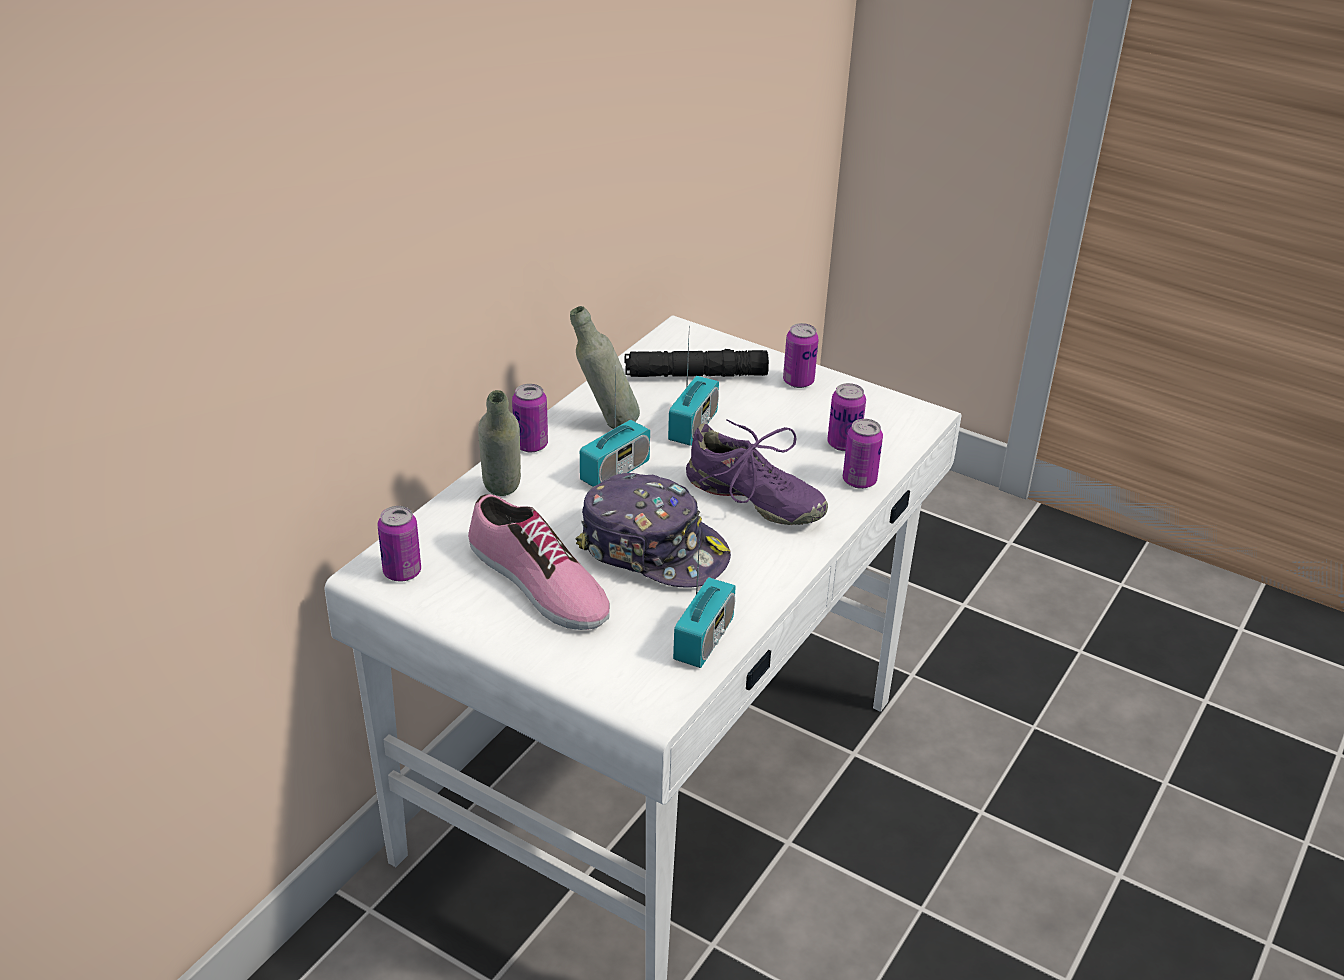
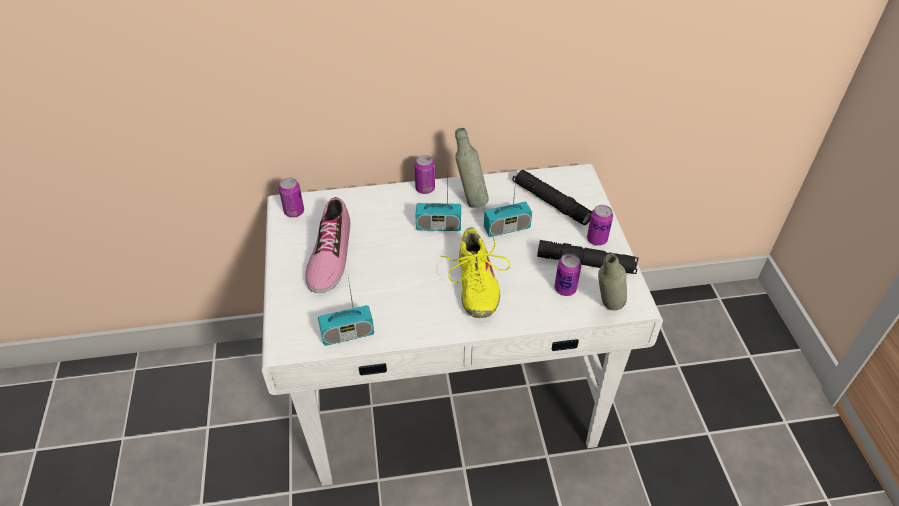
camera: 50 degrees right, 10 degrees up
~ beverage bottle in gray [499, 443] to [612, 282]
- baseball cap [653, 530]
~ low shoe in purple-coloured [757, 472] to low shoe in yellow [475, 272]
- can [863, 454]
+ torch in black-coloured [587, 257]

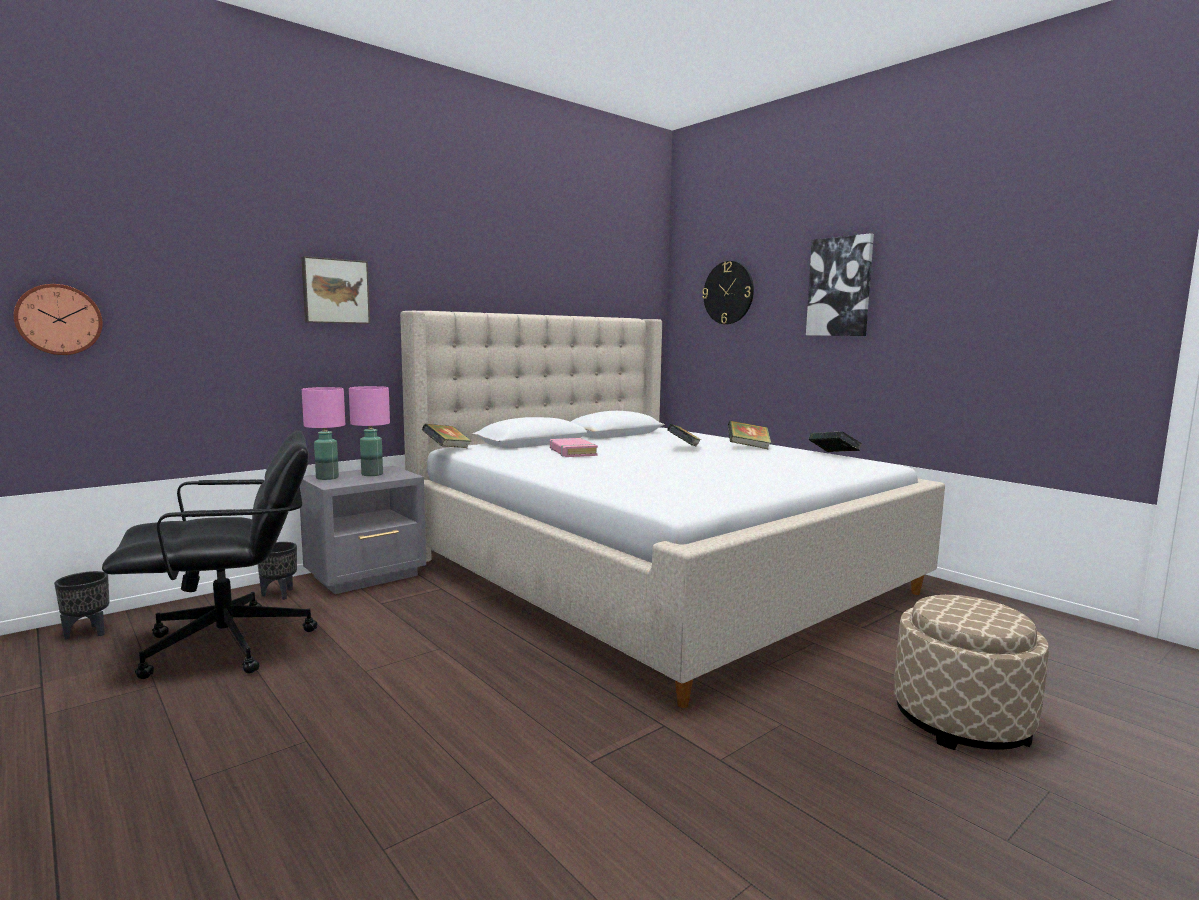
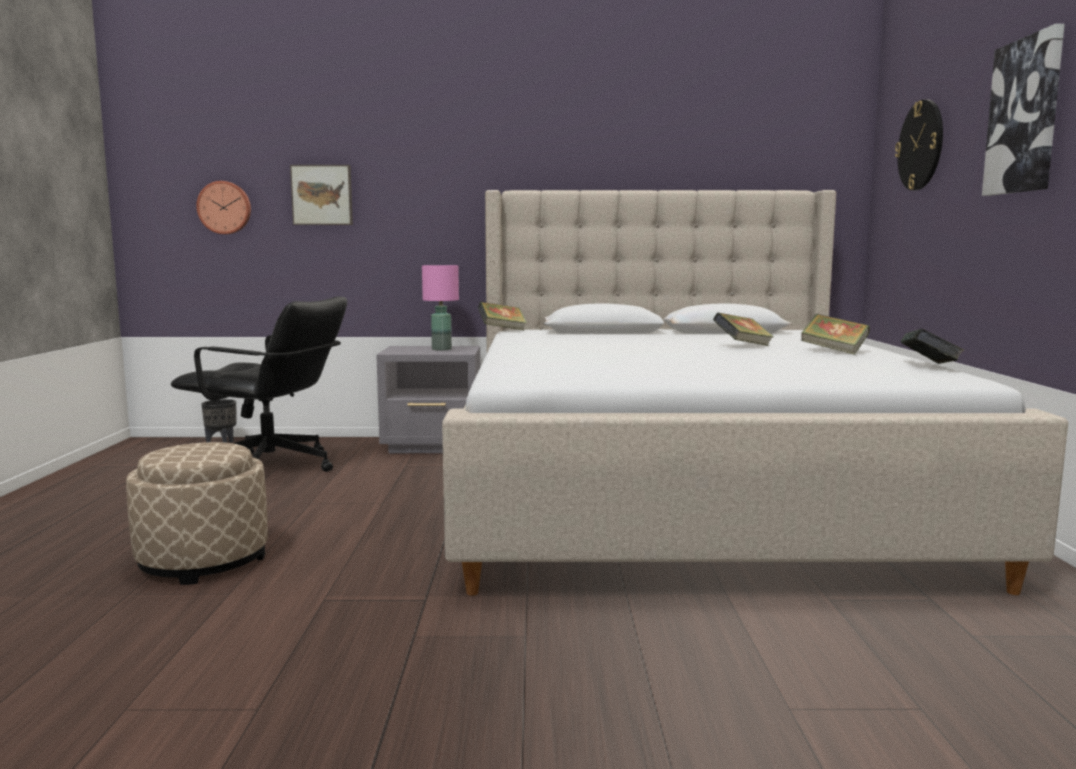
camera: 40 degrees right, 0 degrees up
- plant pot in black-coloured [277, 571]
~ wall picture [335, 290] to [321, 195]
- tabletop lamp in pink [323, 433]
- volume in pink [574, 447]
~ ottoman in beige [971, 672] to [197, 513]

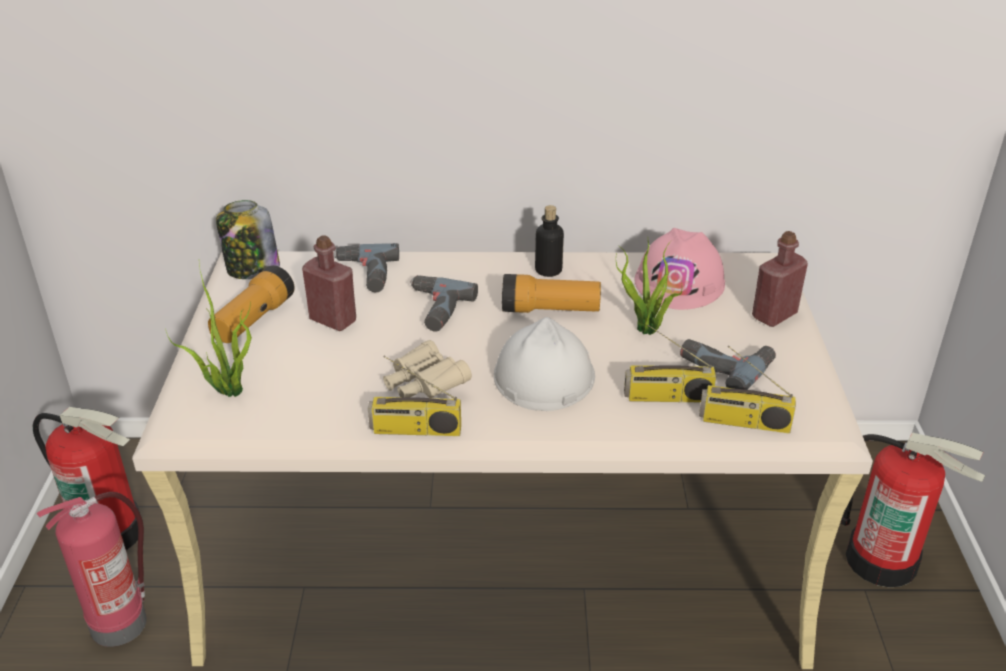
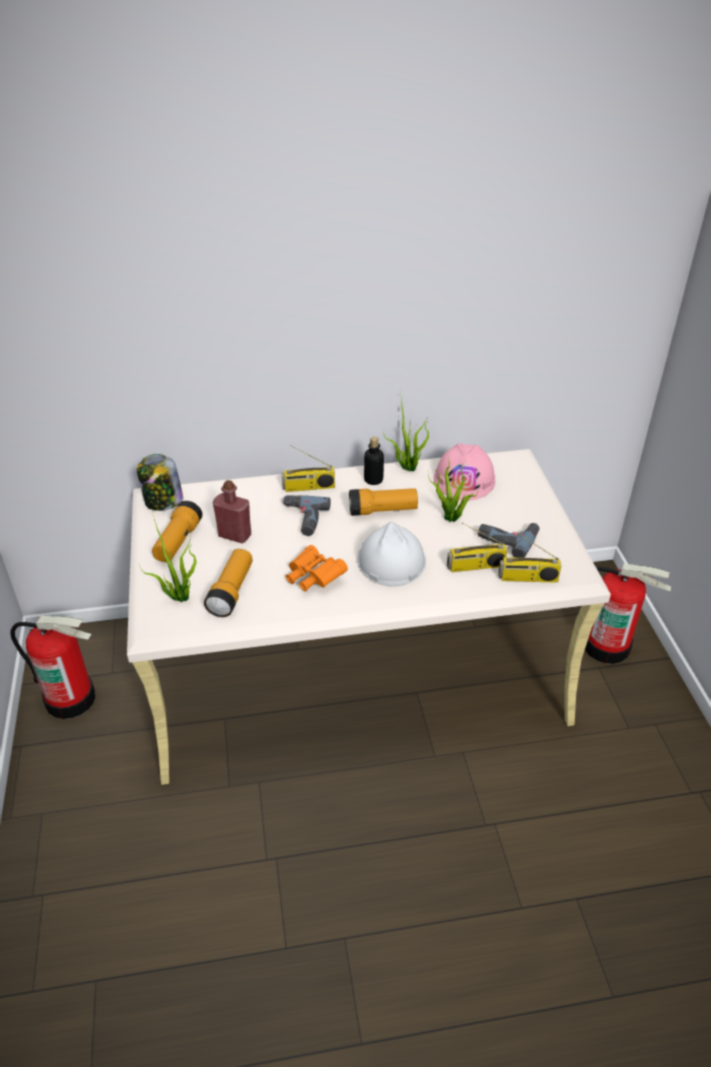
camera: 10 degrees left, 5 degrees up
- extinguisher [92, 569]
- power drill [366, 267]
~ radio receiver [414, 396] to [308, 468]
~ binoculars in beige [427, 369] to binoculars in orange [317, 568]
- beverage bottle in red [780, 279]
+ torch [228, 583]
+ potted plant [406, 435]

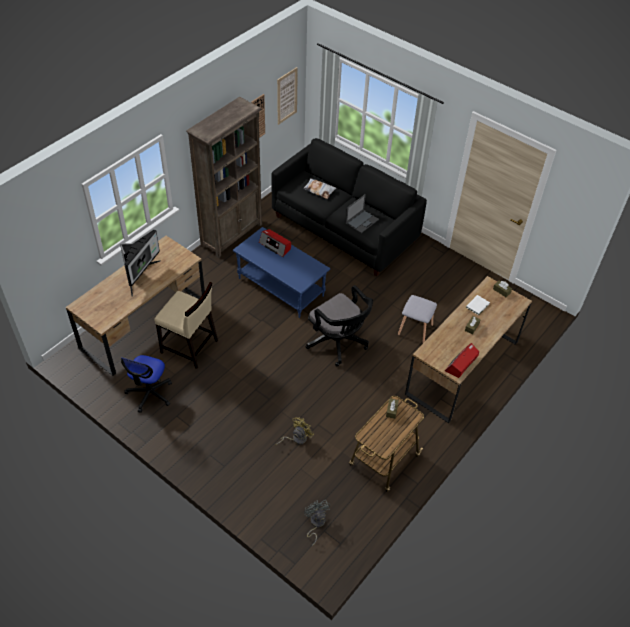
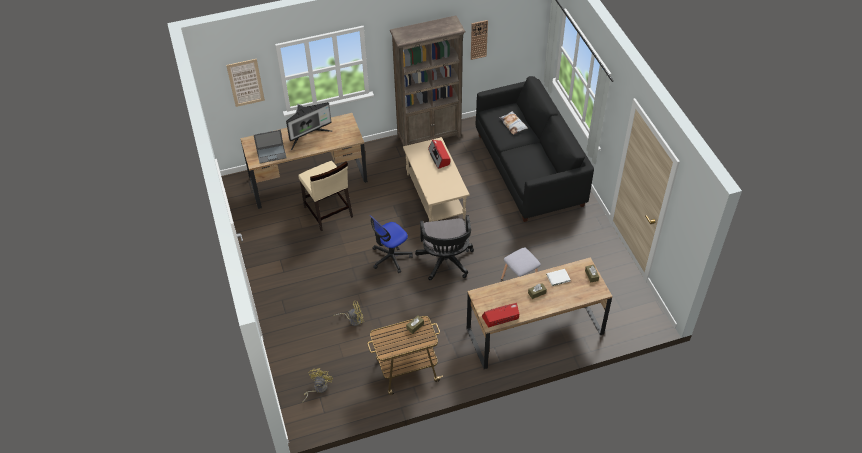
camera: 35 degrees right, 0 degrees up
~ computer chair [146, 384] to [391, 244]
~ lounge table in bluish [281, 272] to lounge table in beige [436, 179]
~ wall picture [287, 96] to [245, 83]
~ cooling fan in gray [317, 523] to cooling fan in yellow [317, 385]
~ notebook computer [362, 213] to [270, 146]

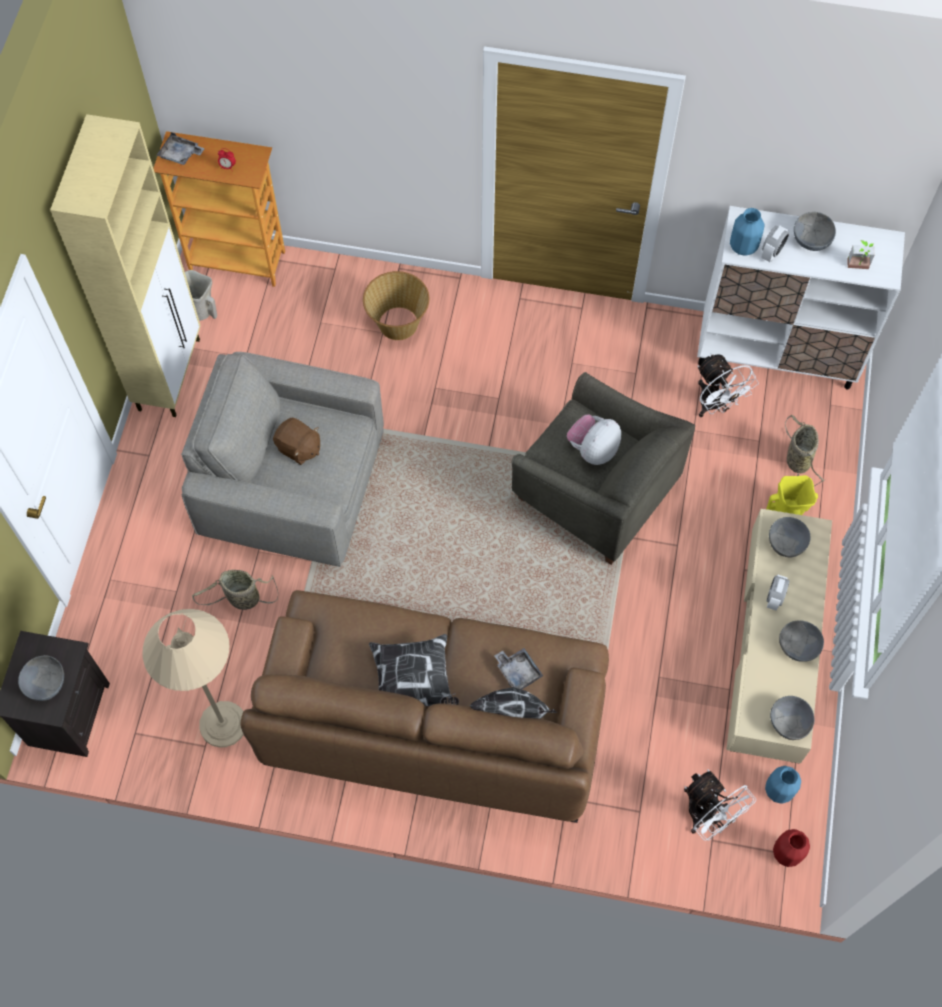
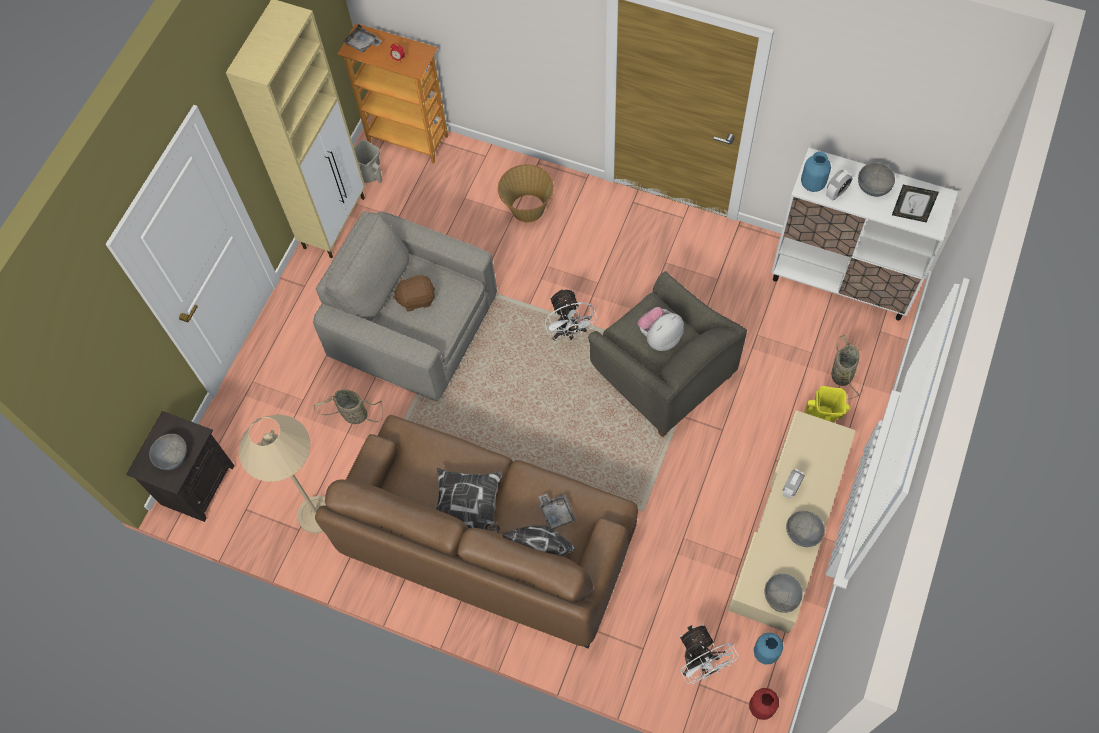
camera: 15 degrees right, 0 degrees up
~ cuddly toy in brownish [296, 441] = [414, 293] 120 degrees clockwise
~ cooling fan in whitish [728, 385] to [571, 314]
- deep dish in gray [790, 537]
~ potted plant [861, 254] to picture frame [915, 203]

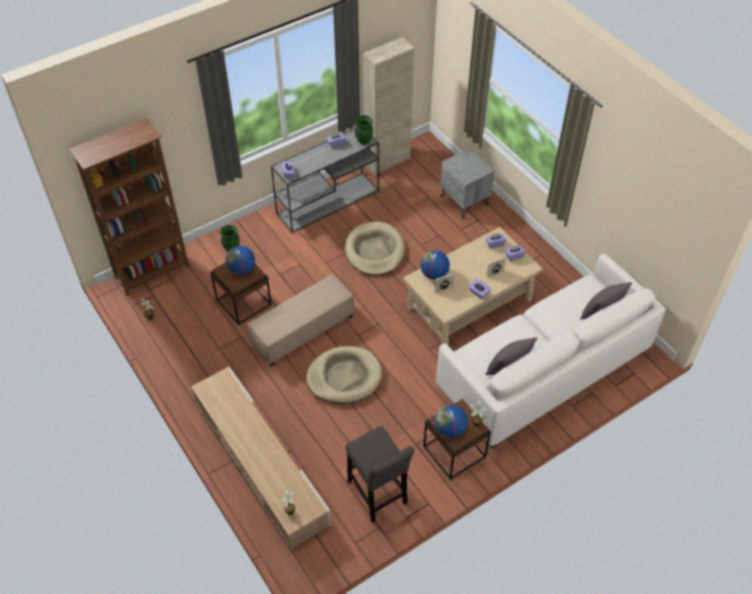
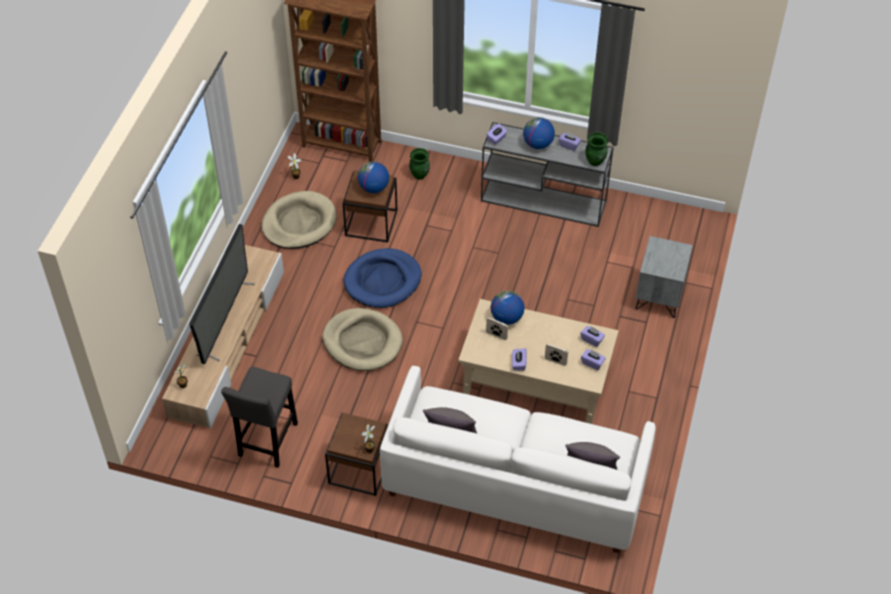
camera: 50 degrees right, 0 degrees up
~ ottoman in beige [300, 320] to pet bed in bluish [382, 278]
~ pet bed in beige [375, 248] to [299, 220]
- cupboard in beige [388, 106]
~ globe [451, 421] to [539, 133]
+ TV [222, 294]

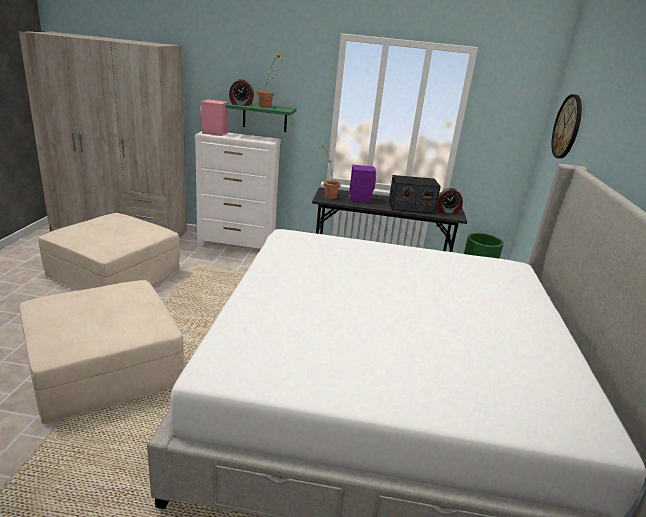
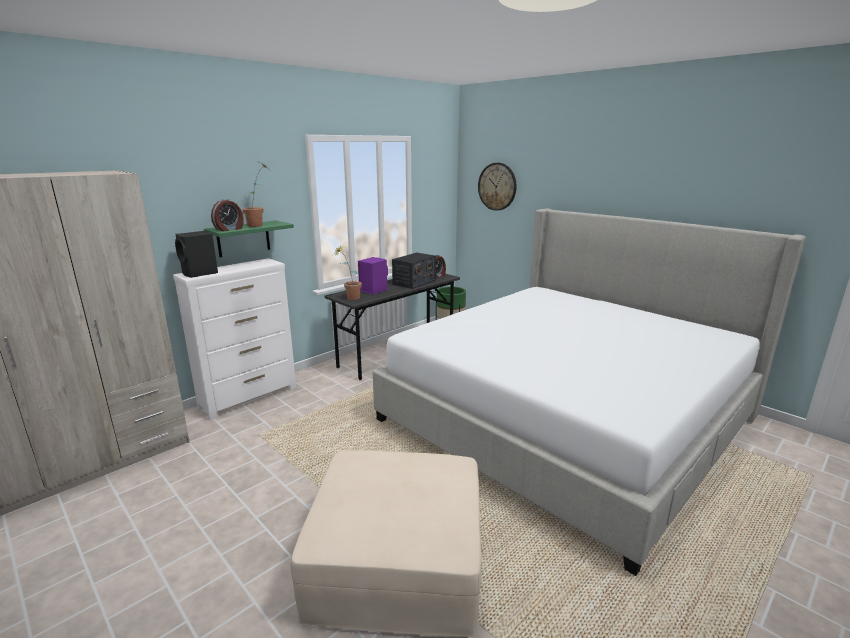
camera: 50 degrees left, 5 degrees down
- ottoman in beige [109, 252]
~ loudspeaker in pink [214, 117] to loudspeaker in black-coloured [196, 254]

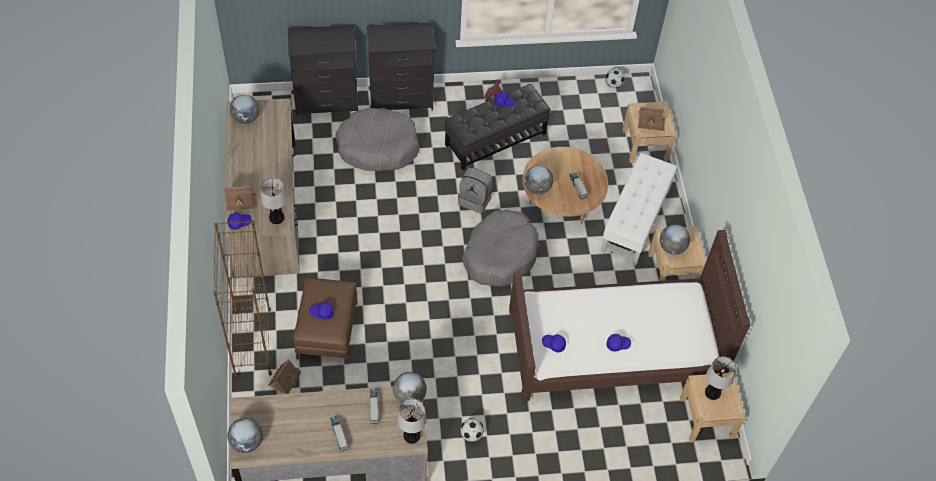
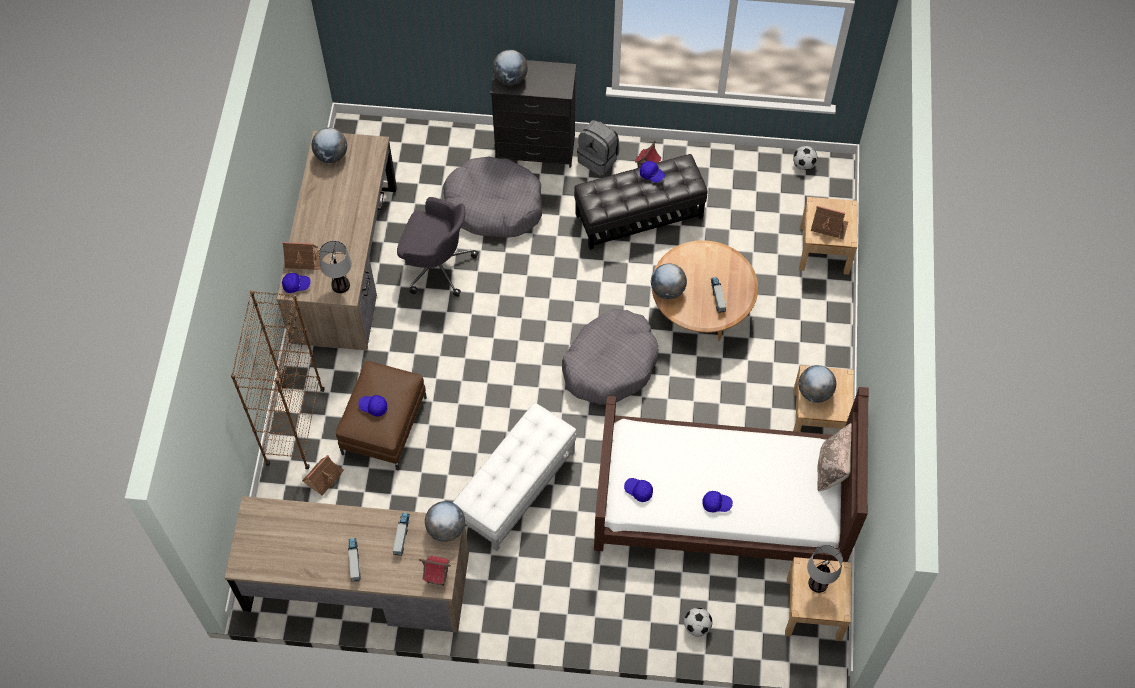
camera: 15 degrees right, 5 degrees up
~ globe [245, 435] to [510, 67]
- dresser in black-coloured [323, 71]
~ tabletop lamp [412, 421] to toy house [435, 571]
~ backpack in gray [475, 191] to [598, 148]
~ football [472, 430] to [698, 622]
~ ottoman in whitish [638, 209] to [514, 477]
+ computer chair in gray [437, 247]
+ throw pillow in beige [834, 457]

